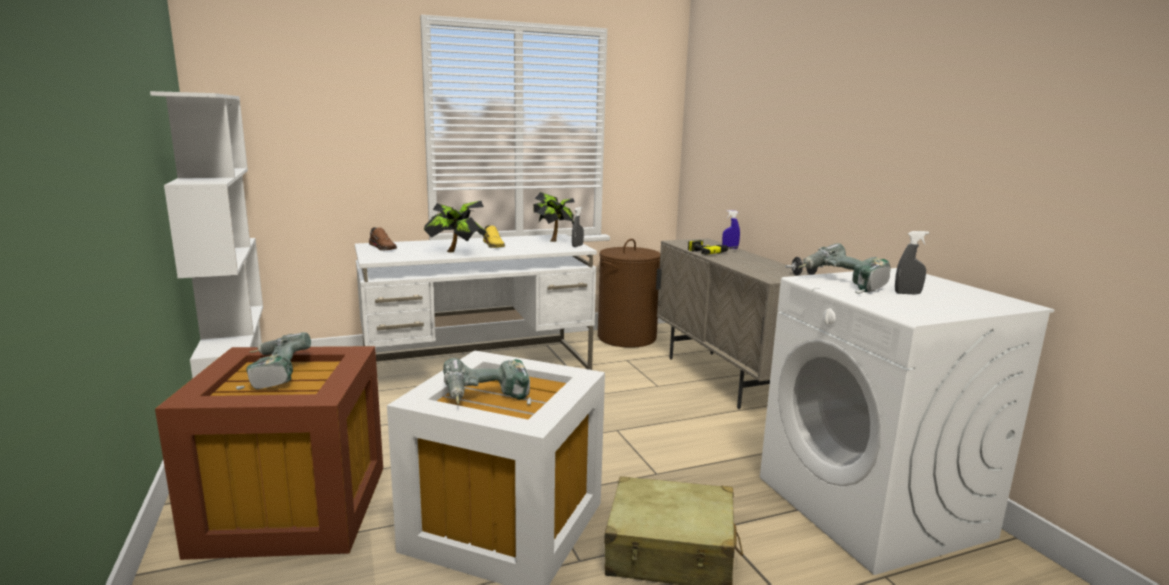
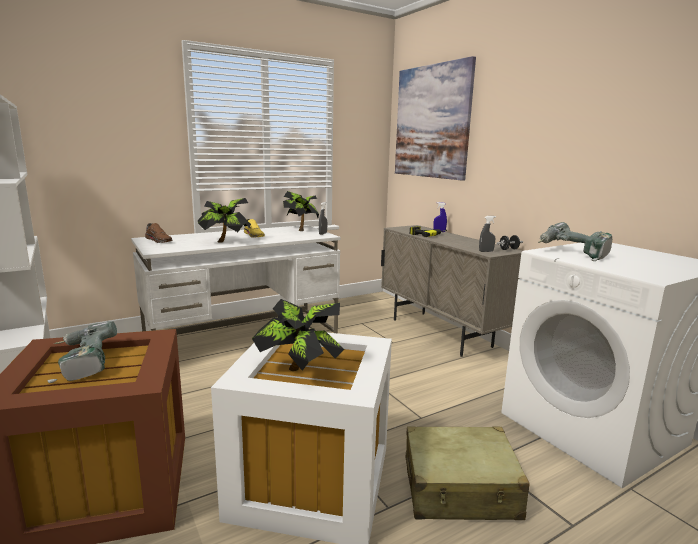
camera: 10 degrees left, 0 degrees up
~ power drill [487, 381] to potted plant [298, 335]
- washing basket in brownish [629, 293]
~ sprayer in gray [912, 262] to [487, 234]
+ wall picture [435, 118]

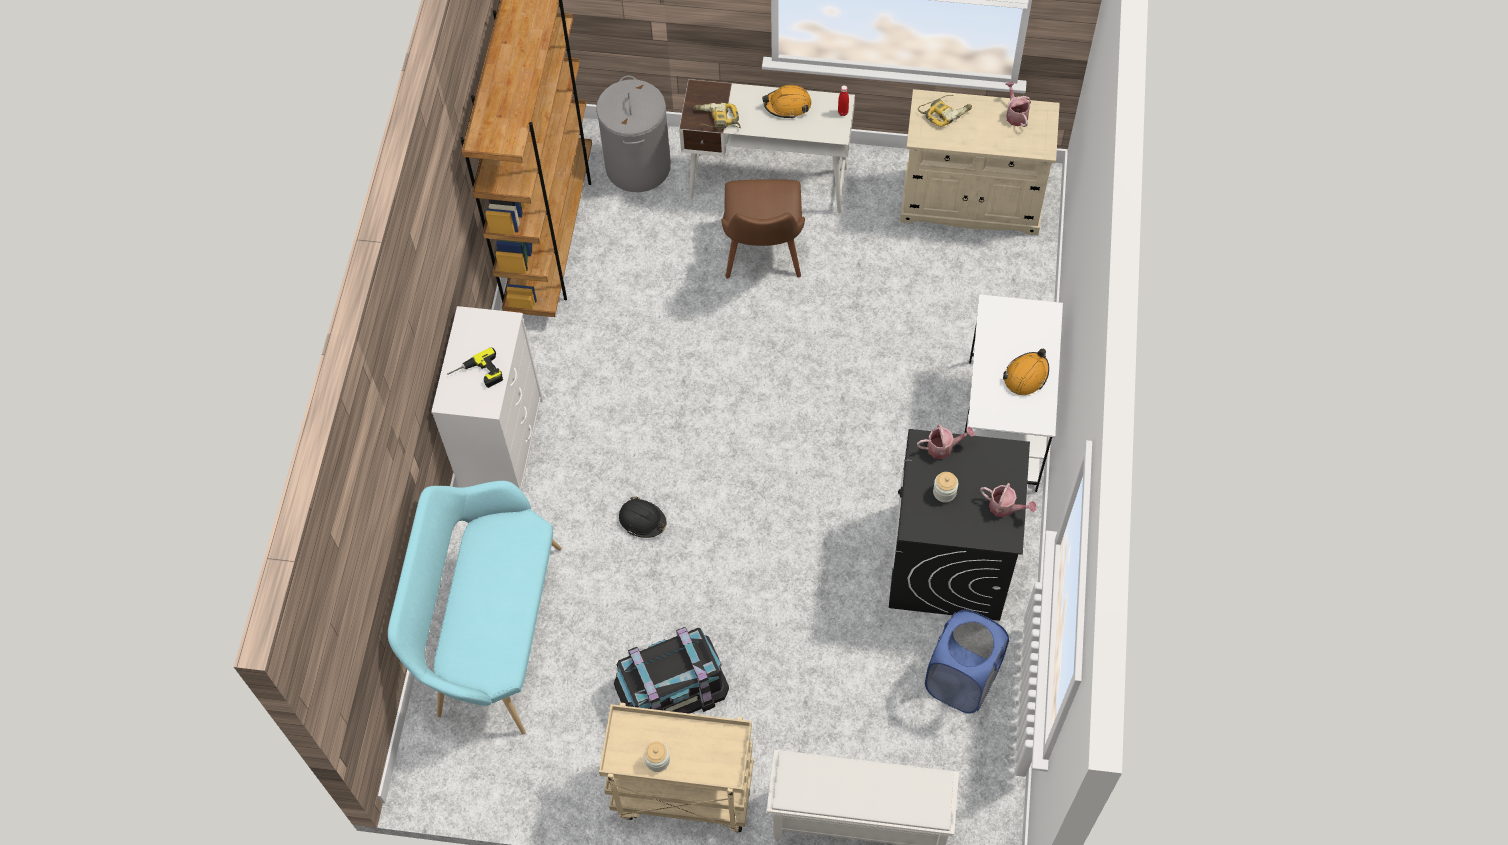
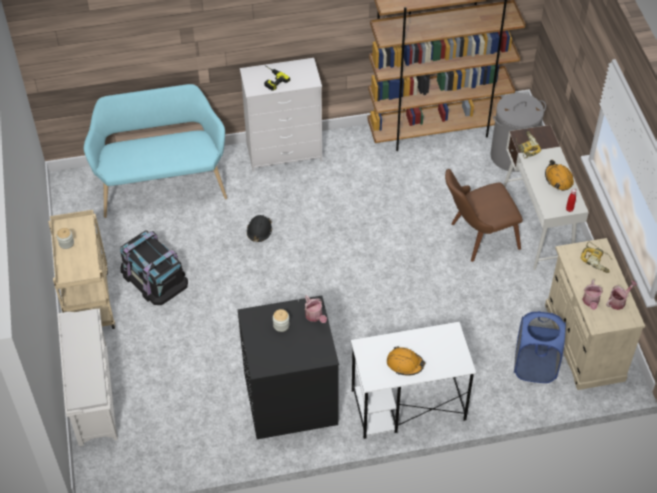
camera: 70 degrees right, 10 degrees down
~ washing basket in bluish [967, 662] to [540, 347]
~ watering pot [1008, 500] to [592, 295]

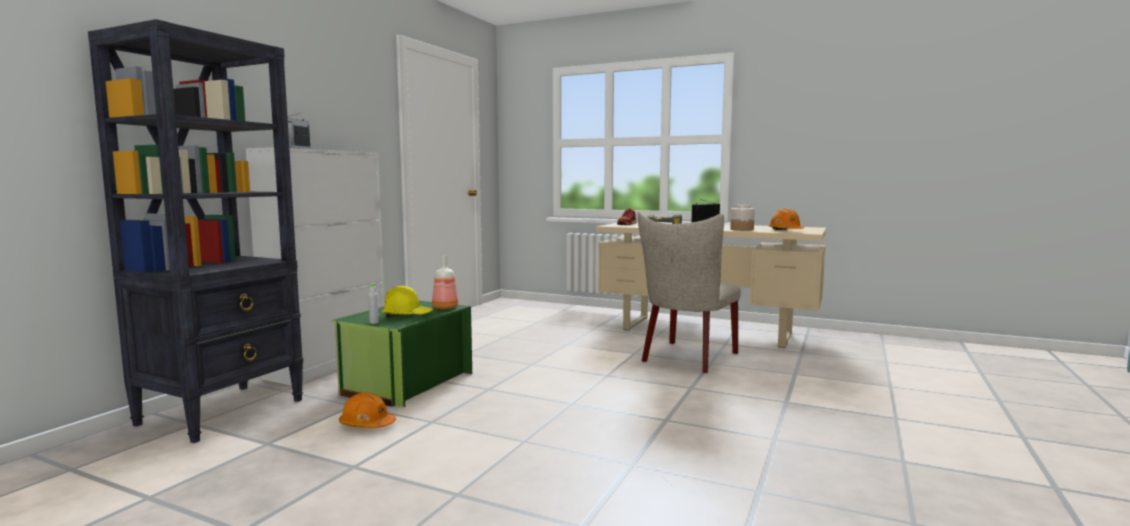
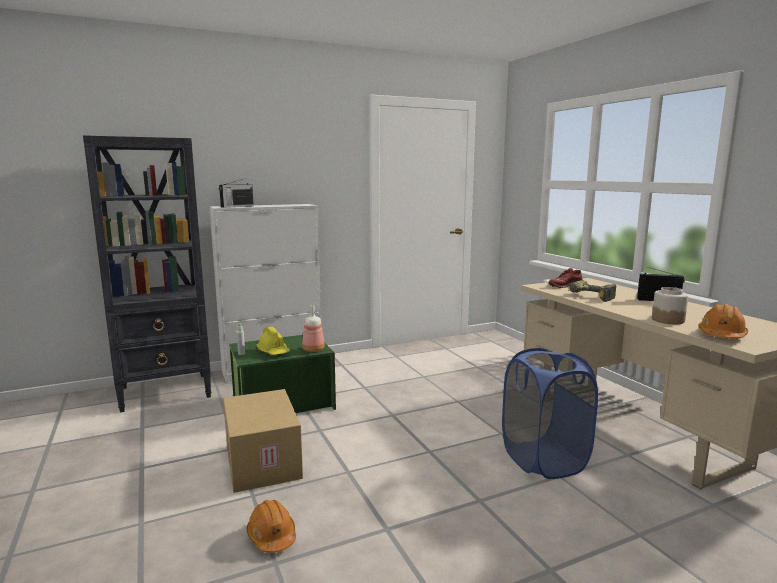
camera: 40 degrees right, 5 degrees up
~ work helmet in orange [367, 410] to [271, 526]
~ chair in beige [689, 292] to washing basket in bluish [550, 413]
+ carton [263, 441]

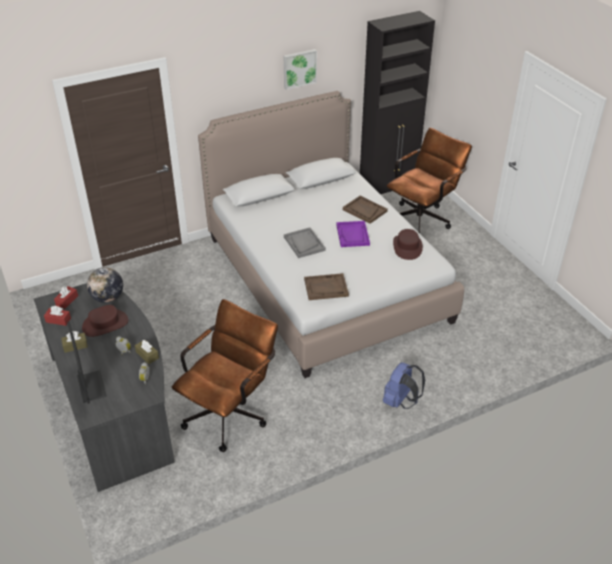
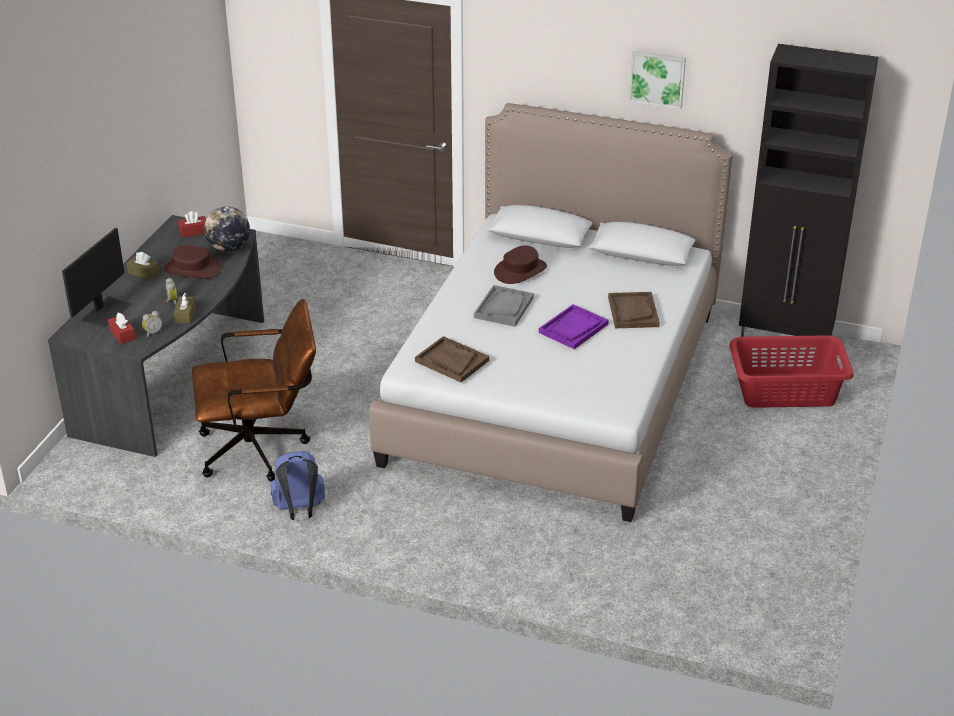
camera: 45 degrees right, 5 degrees down
~ tissue box in red [57, 316] to [122, 328]
~ backpack in bluish [404, 385] to [297, 485]
~ computer chair in brownish [429, 180] to washing basket in red [791, 371]
~ hat in brownish [408, 244] to [520, 264]

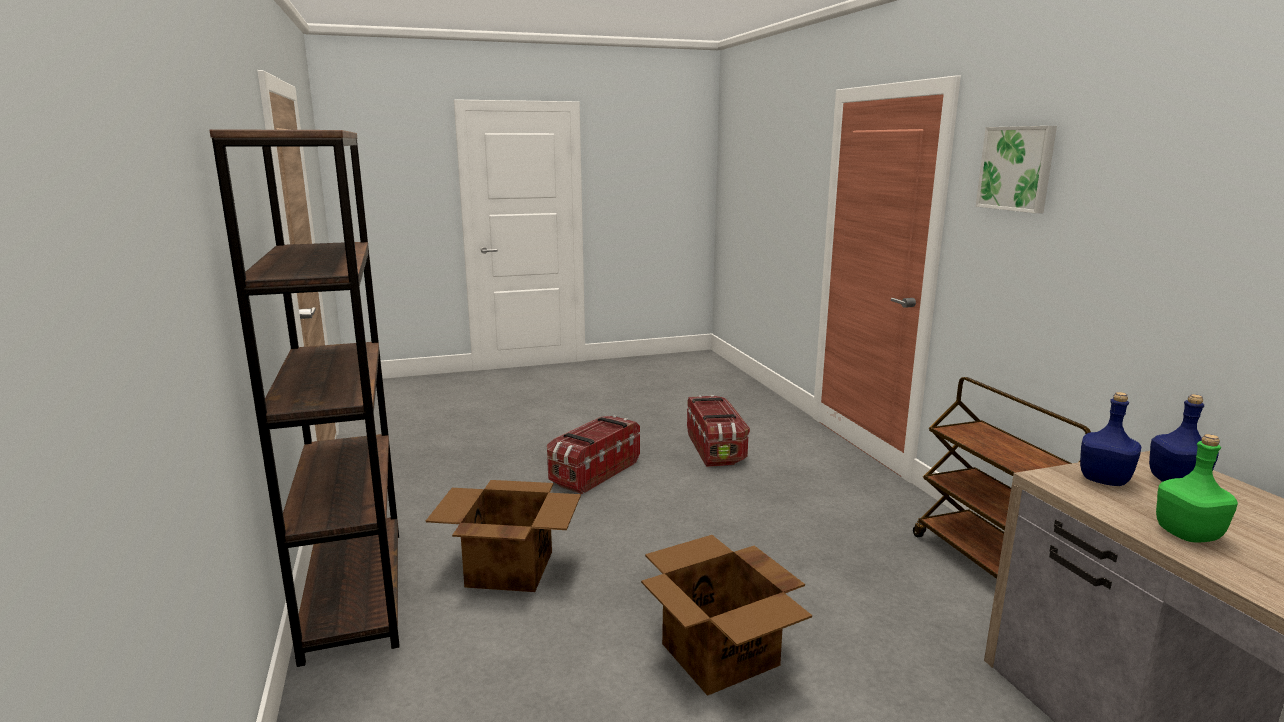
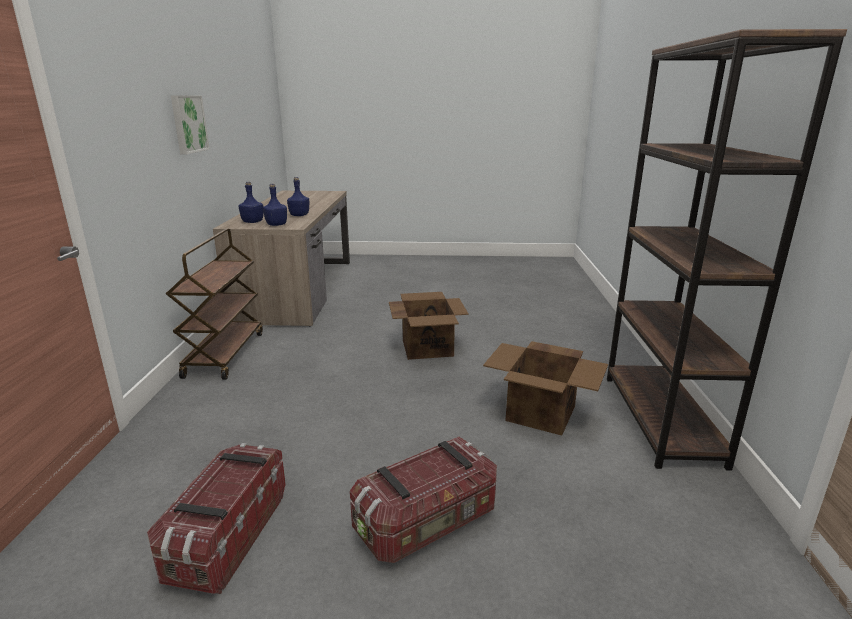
camera: 160 degrees left, 5 degrees up
~ wall picture [1016, 169] to [190, 124]
~ beverage bottle in green [1197, 488] to beverage bottle in bluish [298, 196]

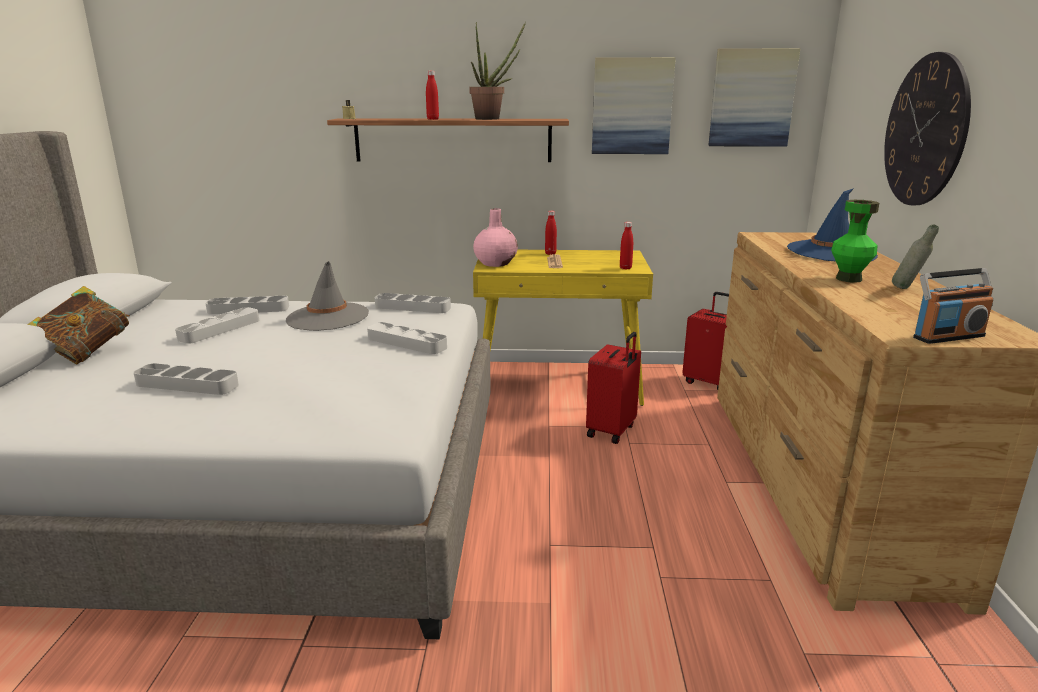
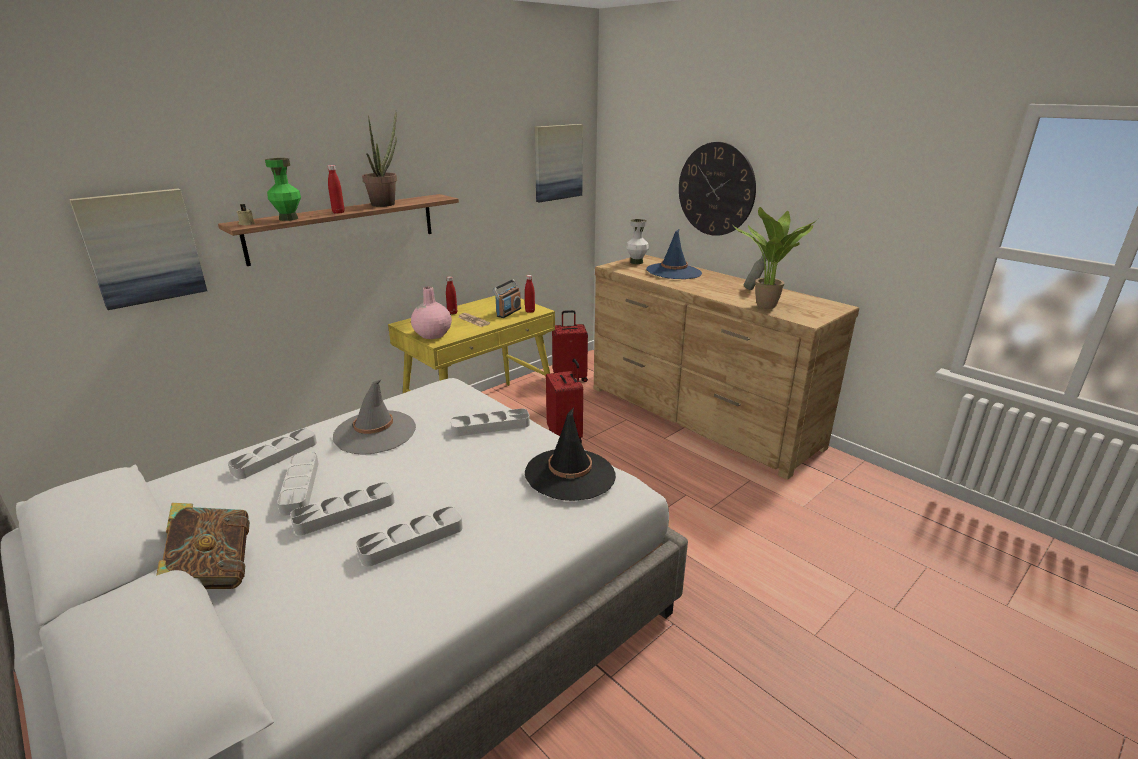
camera: 45 degrees left, 5 degrees up
~ tray in gray [413, 303] to [342, 508]
~ wall picture [634, 105] to [138, 249]
~ decorative vase in green [855, 241] to [283, 189]
~ radio receiver [953, 306] to [507, 298]
+ hat in black-coloured [570, 454]
+ decorative vase in whitish [637, 241]
+ potted plant [774, 258]

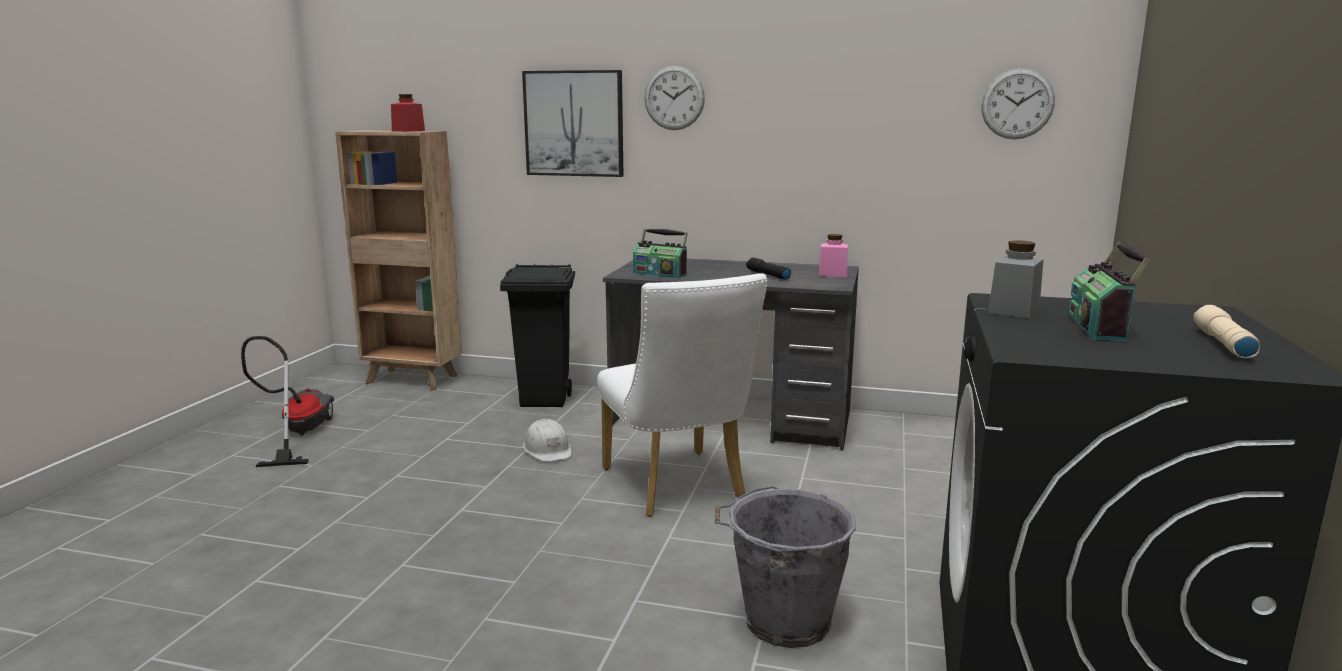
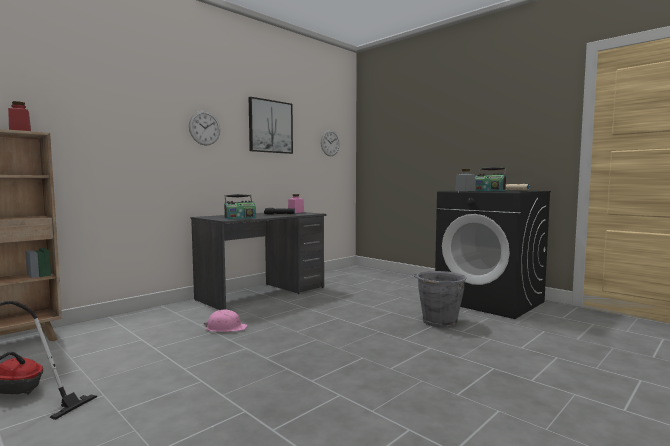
camera: 60 degrees left, 10 degrees down
- rubbish bin in black-coloured [537, 335]
~ wall picture [572, 123] to [271, 125]
~ work helmet in whitish [547, 440] to work helmet in pink [226, 321]
- chair in whitish [682, 395]

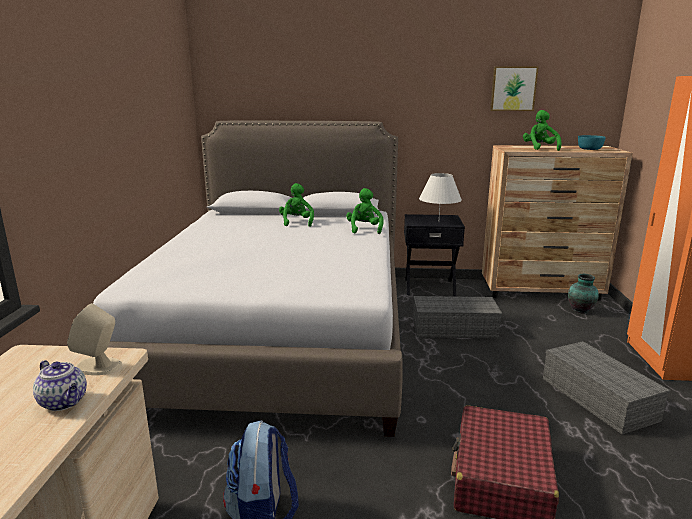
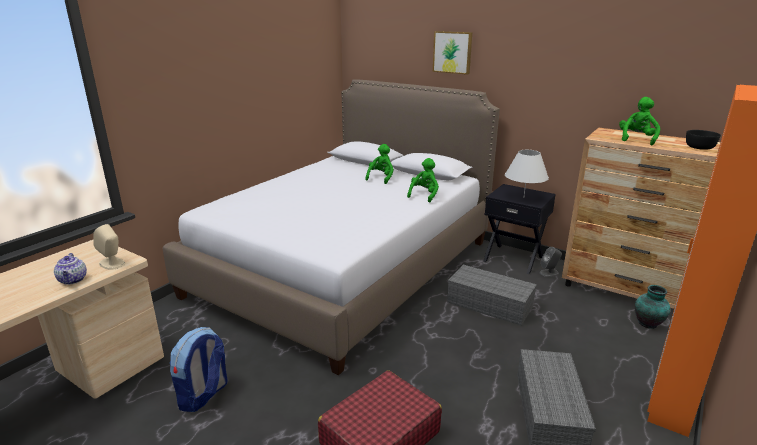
camera: 30 degrees right, 5 degrees up
~ wall picture [514, 88] to [452, 53]
~ deep dish in turquoise-coloured [592, 142] to deep dish in black-coloured [703, 140]
+ loudspeaker in gray [551, 262]

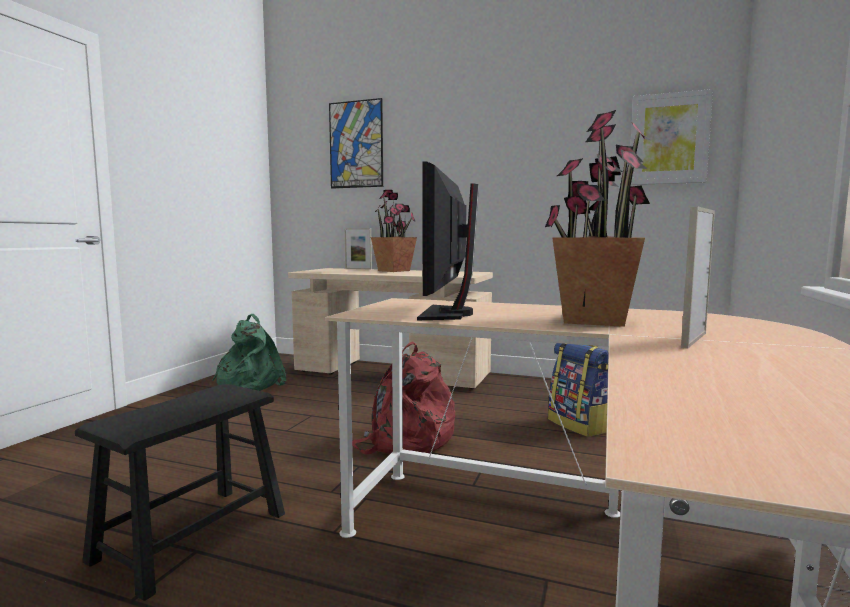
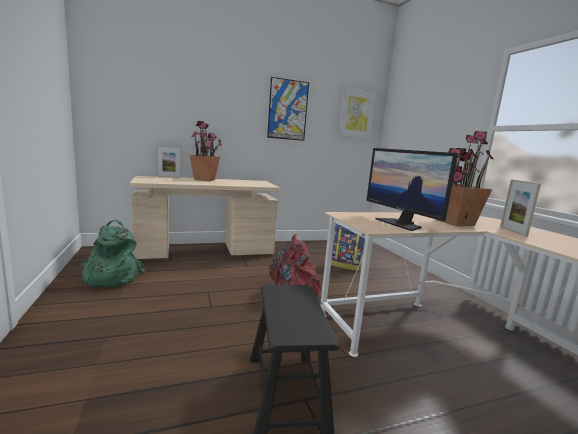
camera: 40 degrees left, 5 degrees up
~ wall picture [356, 143] to [288, 109]

